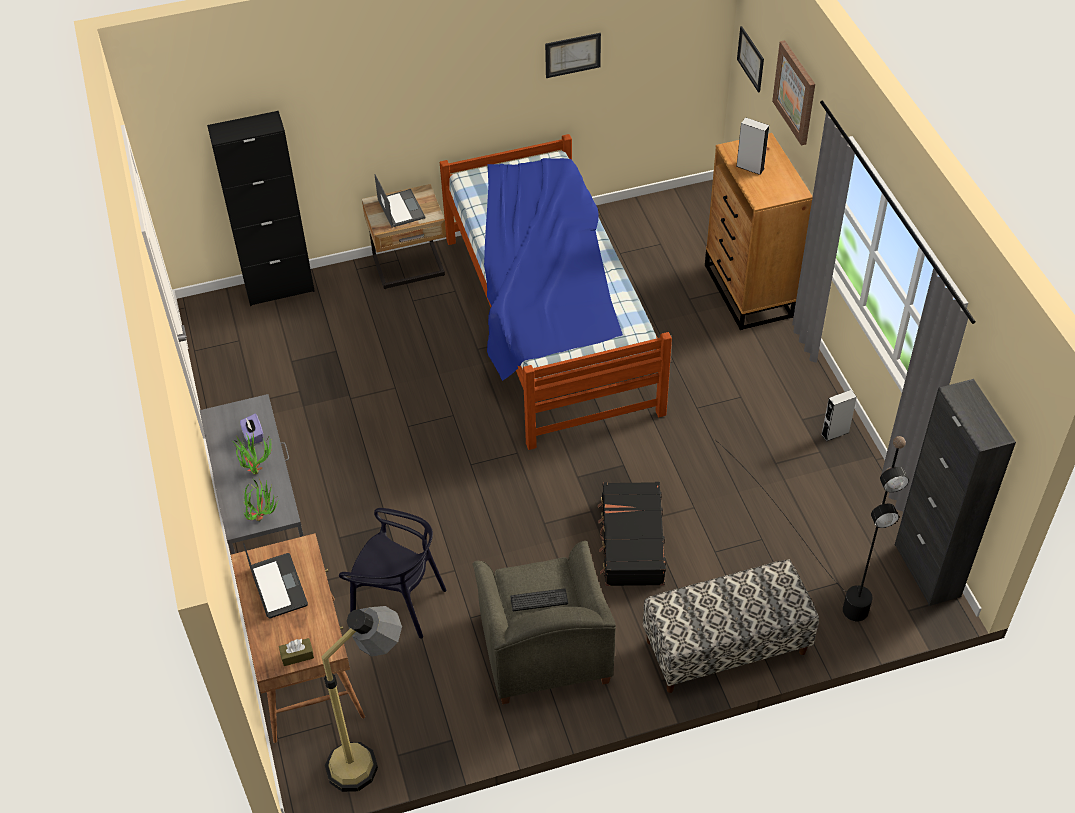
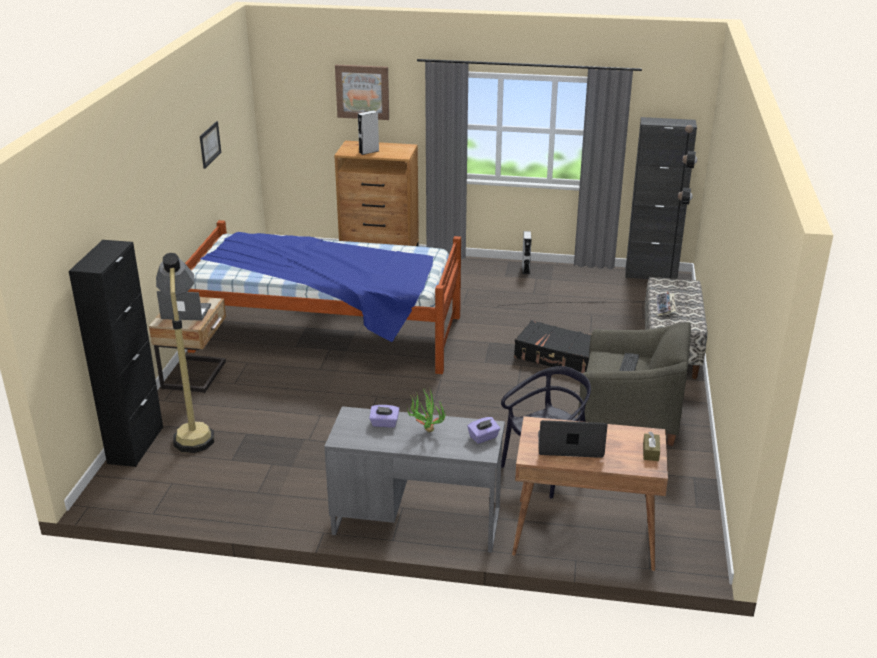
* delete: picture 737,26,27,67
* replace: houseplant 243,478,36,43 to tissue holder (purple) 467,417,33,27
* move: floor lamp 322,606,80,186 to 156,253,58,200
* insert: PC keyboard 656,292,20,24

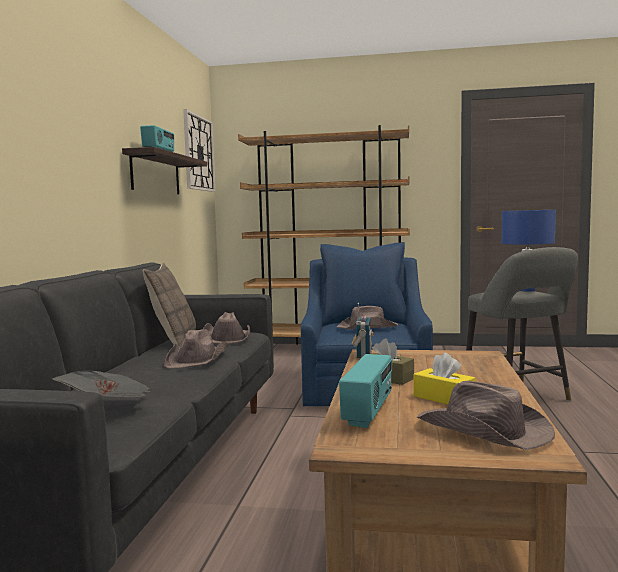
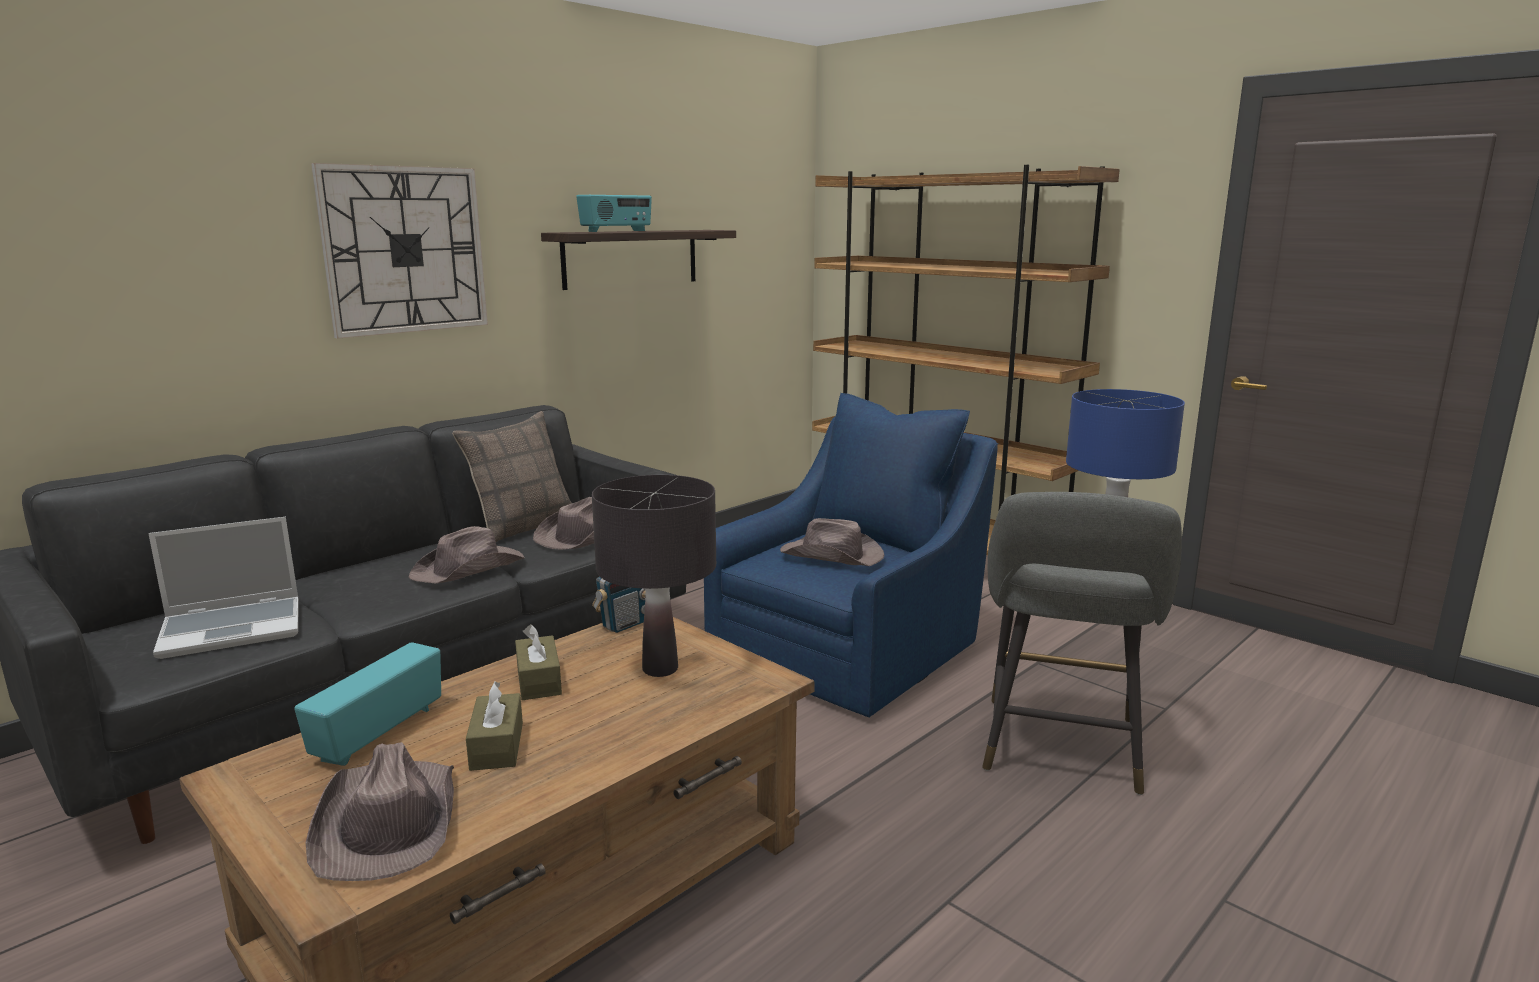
* move: wall clock 183,109,32,83 to 311,163,177,176
* recolor: tissue holder (yellow) 414,353,61,52 to tissue holder (brown) 466,681,57,90
* rotate: radio receiver 339,354,53,74 = 294,642,147,124 150 degrees clockwise
* replace: printed paper 53,371,98,26 to notebook computer 148,517,151,142
* insert: table lamp (black-coloured) 592,475,124,202

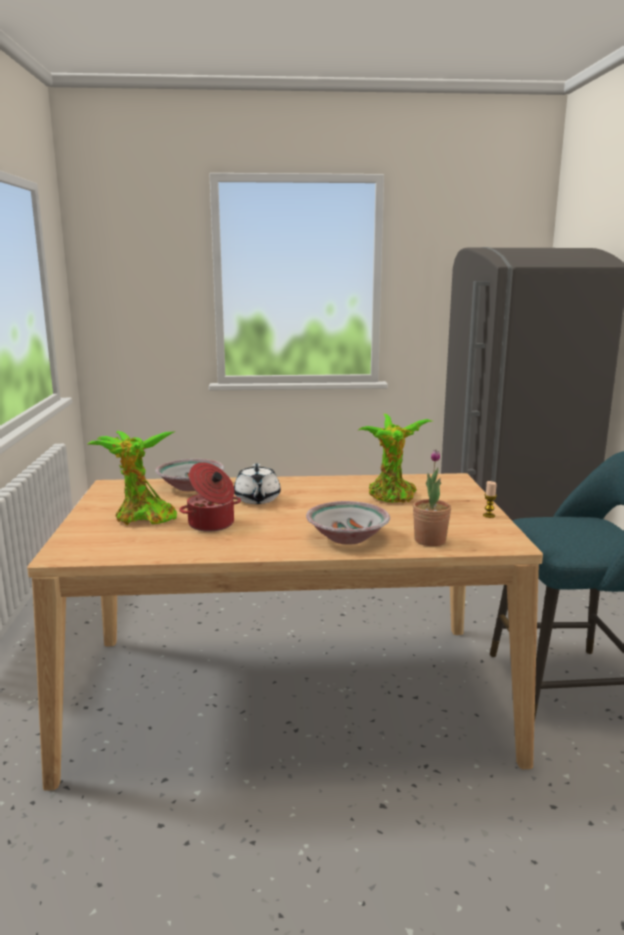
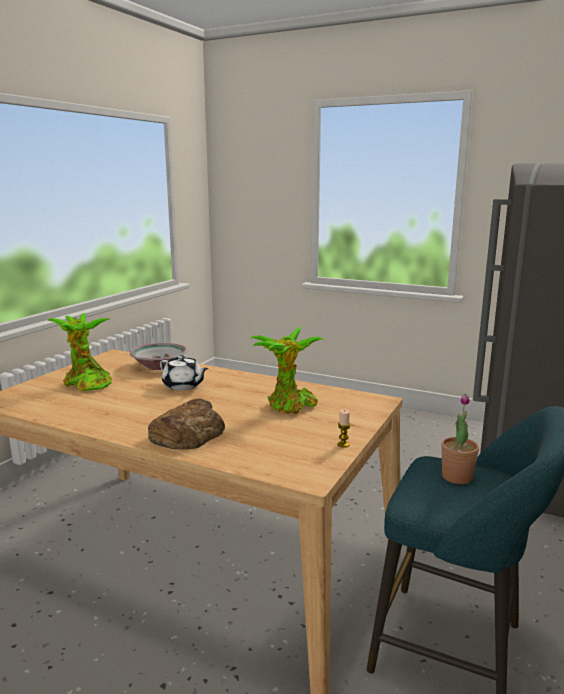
* move: houseplant 413,450,38,96 to 441,394,38,90
* delete: cooking pot 179,462,62,70
* rotate: pot for tea (white-coloured) 234,464,47,40 = 160,355,48,35 75 degrees counterclockwise
* replace: bowl 306,501,84,44 to bread 148,399,77,51

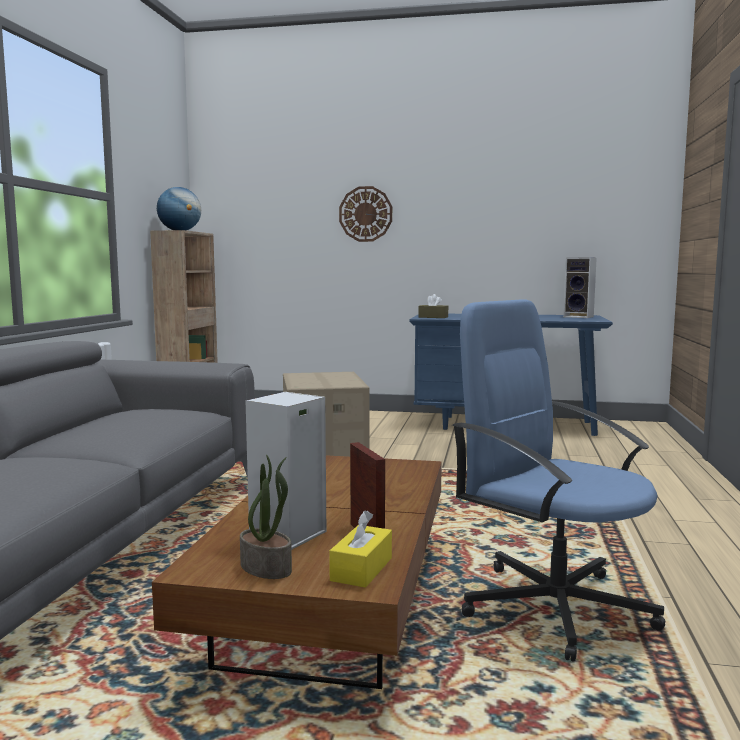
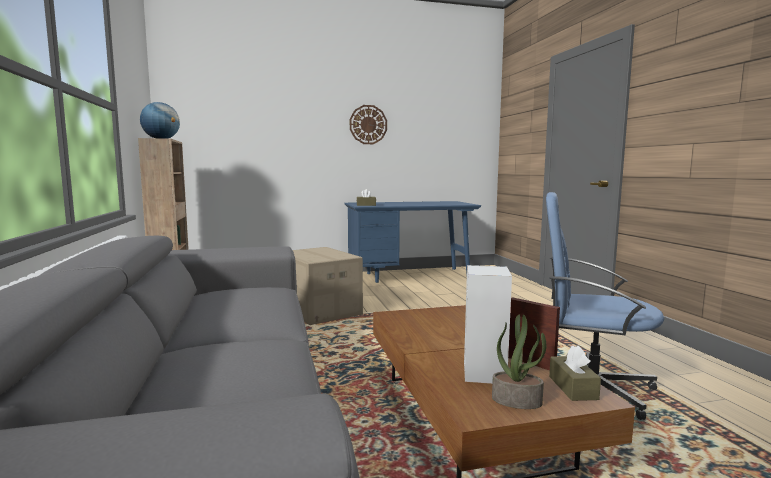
* move: wall clock 339,186,53,56 to 350,105,37,39
* delete: loudspeaker 563,257,34,61
* recolor: tissue holder (yellow) 329,510,63,78 to tissue holder (brown) 549,345,52,56

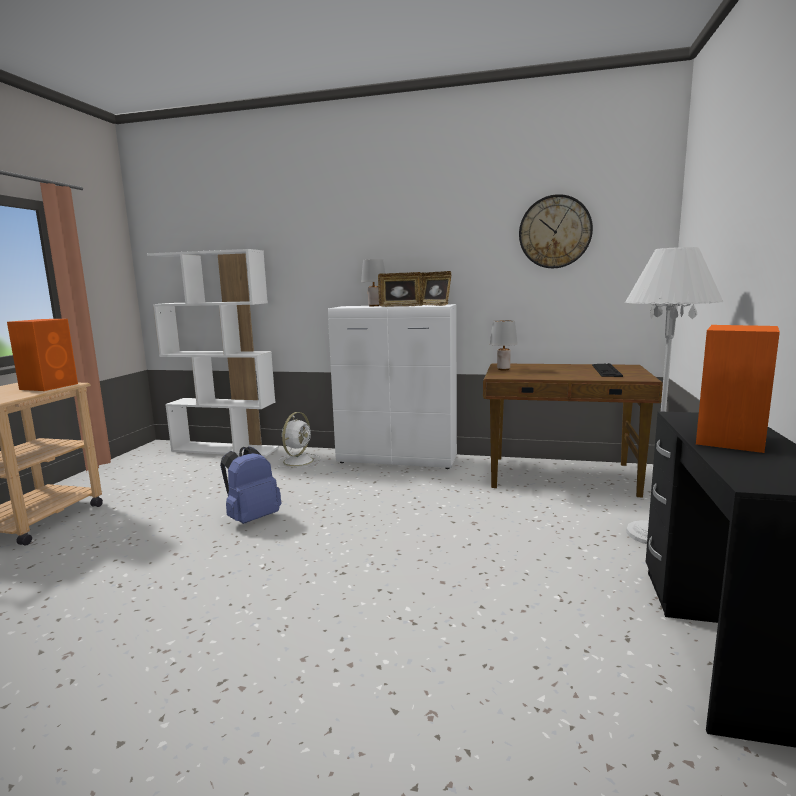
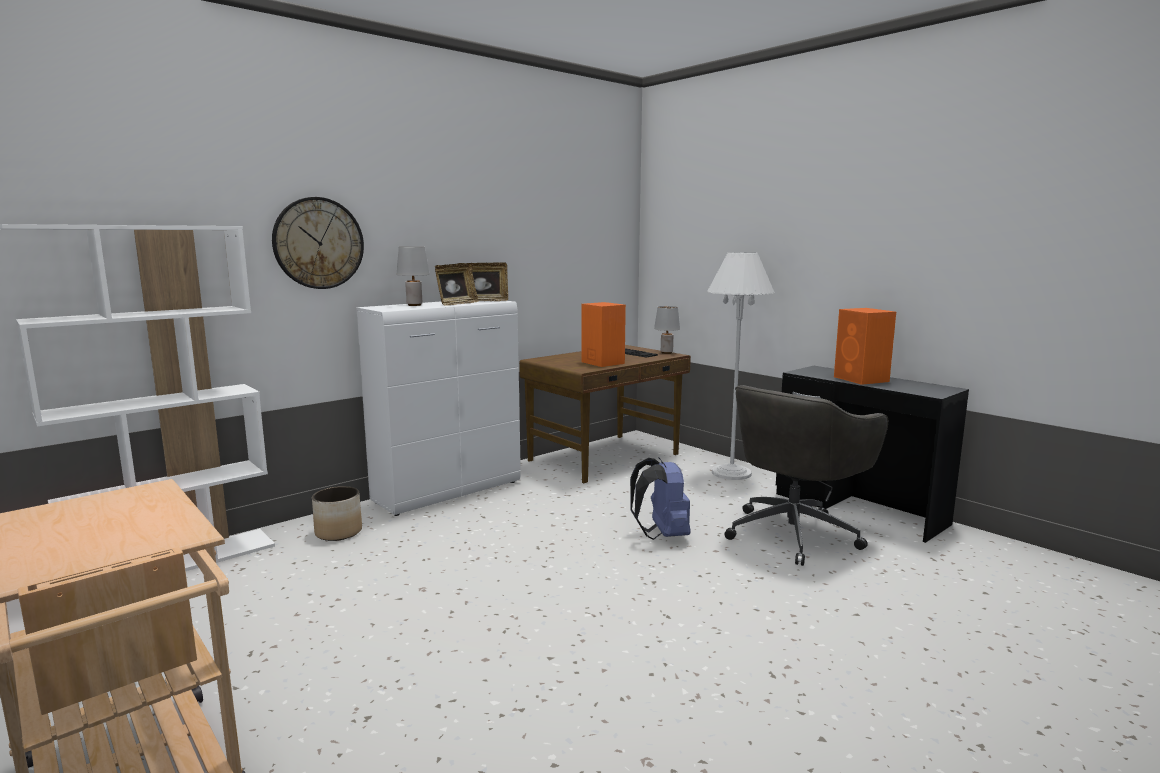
* move: wall clock 519,194,74,74 to 272,197,92,92
* move: loudspeaker (orange-coloured) 7,319,71,72 to 581,302,45,65
* move: table lamp (greyish) 490,320,28,50 to 654,306,26,48
* replace: fan (white-coloured) 278,412,43,56 to planter 312,486,50,55
* move: rucksack (blue) 220,446,62,78 to 630,458,61,82
* insert: desk chair (greyish) 724,385,164,181

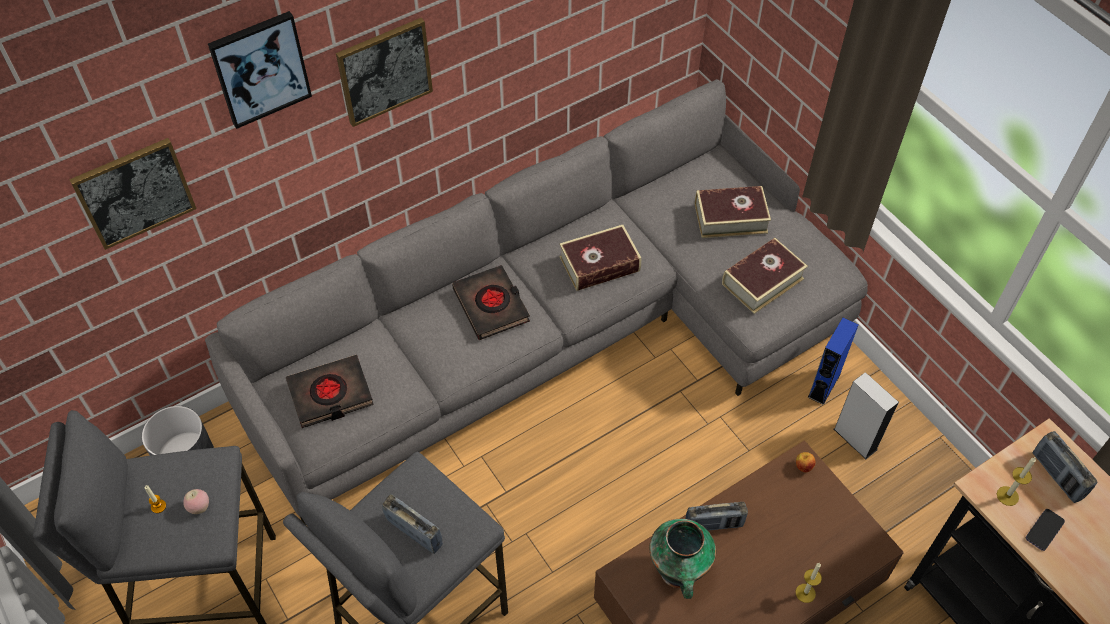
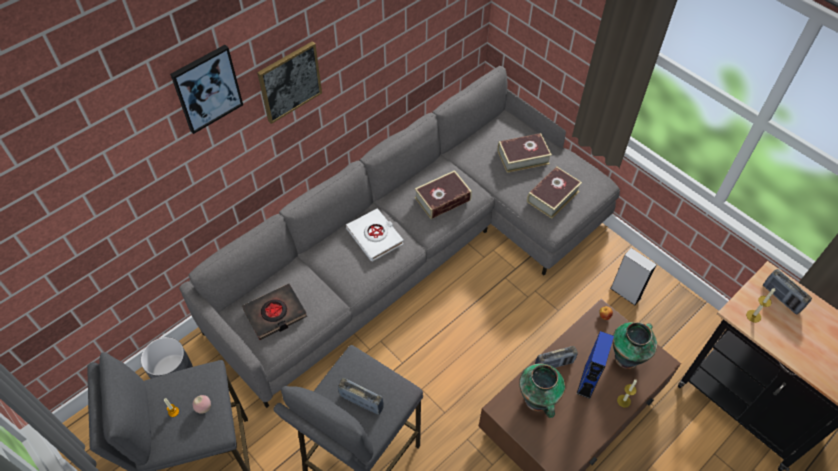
* delete: picture 69,138,128,112
* recolor: volume (black-coloured) 452,265,78,75 to volume (white-coloured) 346,208,58,53
* move: loudspeaker (blue) 808,317,51,88 to 577,331,37,68
* delete: phone 1026,509,39,42
* insert: flower vase 613,322,44,47

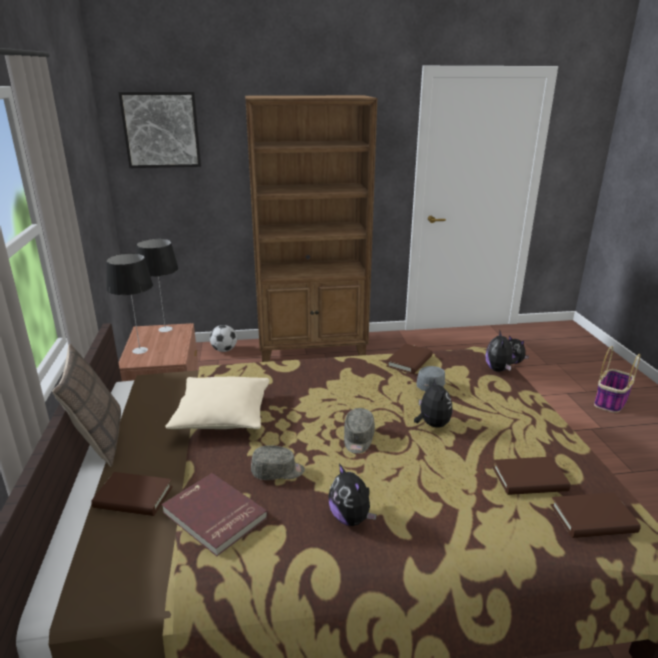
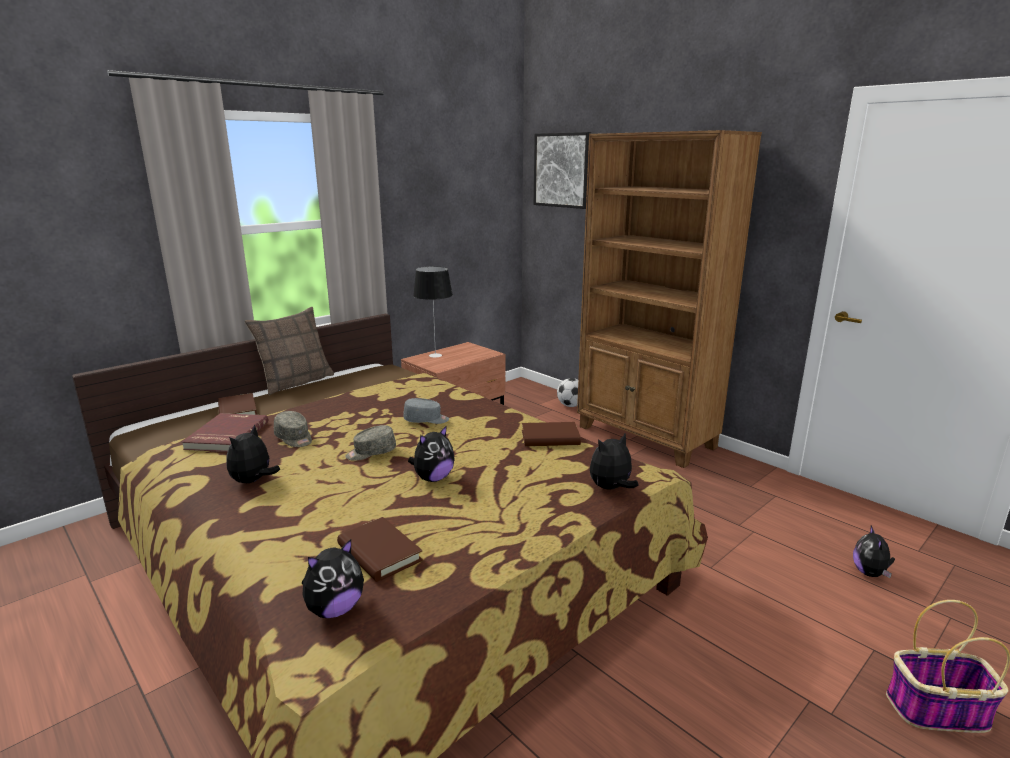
* delete: table lamp 136,239,42,93
* move: cap (greyish) 416,366,29,25 to 404,398,45,26
* delete: pillow (sand-coloured) 165,377,105,52
* replace: volume (brown) 550,492,91,46 to plush toy 302,539,62,79

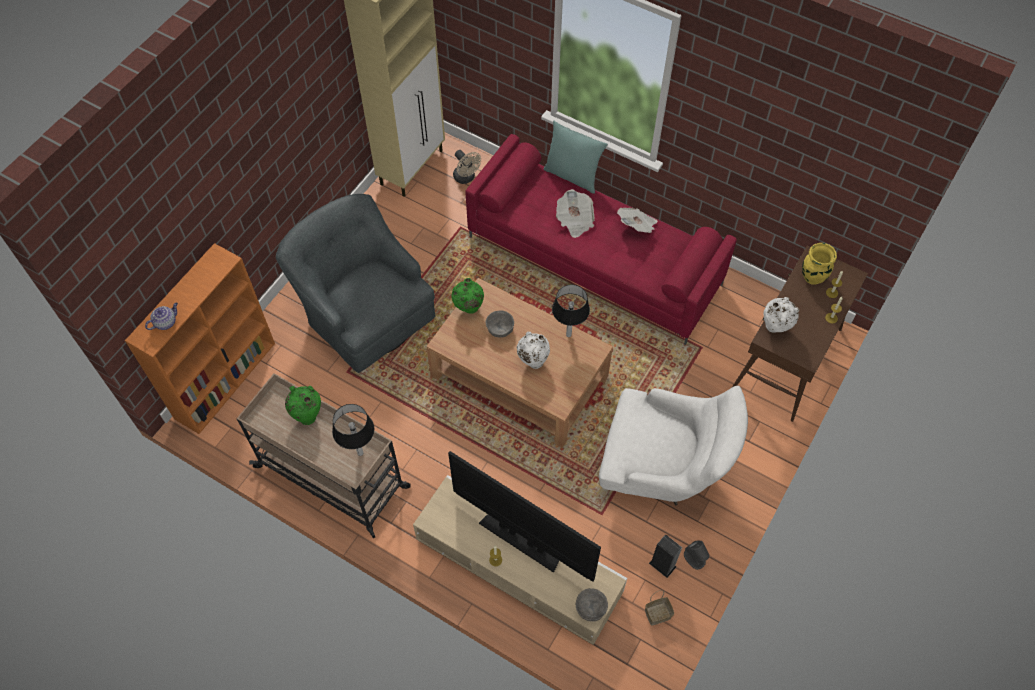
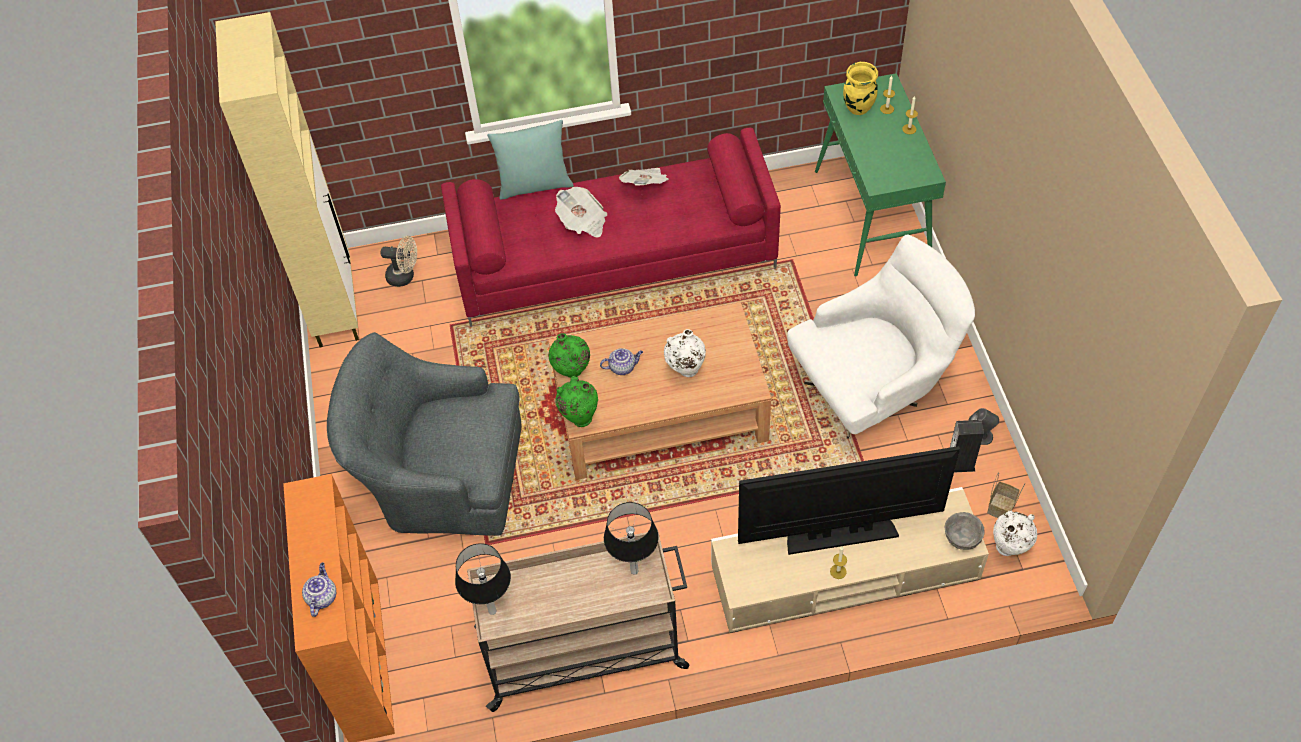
* recolor: narrow table (brown) 732,246,136,176 to narrow table (greenish) 815,73,131,203
* move: table lamp 552,285,38,52 to 455,543,56,72
* move: flower vase (white-coloured) 764,297,35,36 to 993,510,44,46
* replace: bowl (greyish) 486,310,28,28 to pot for tea 600,348,43,27
* move: flower vase (greenish) 285,386,36,39 to 555,376,43,51

